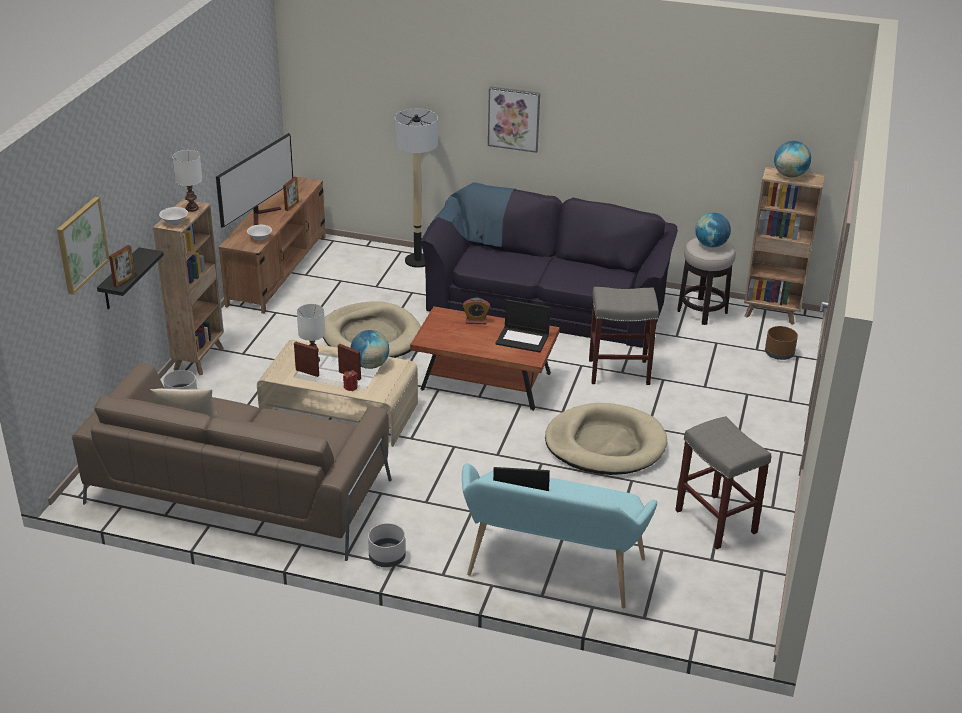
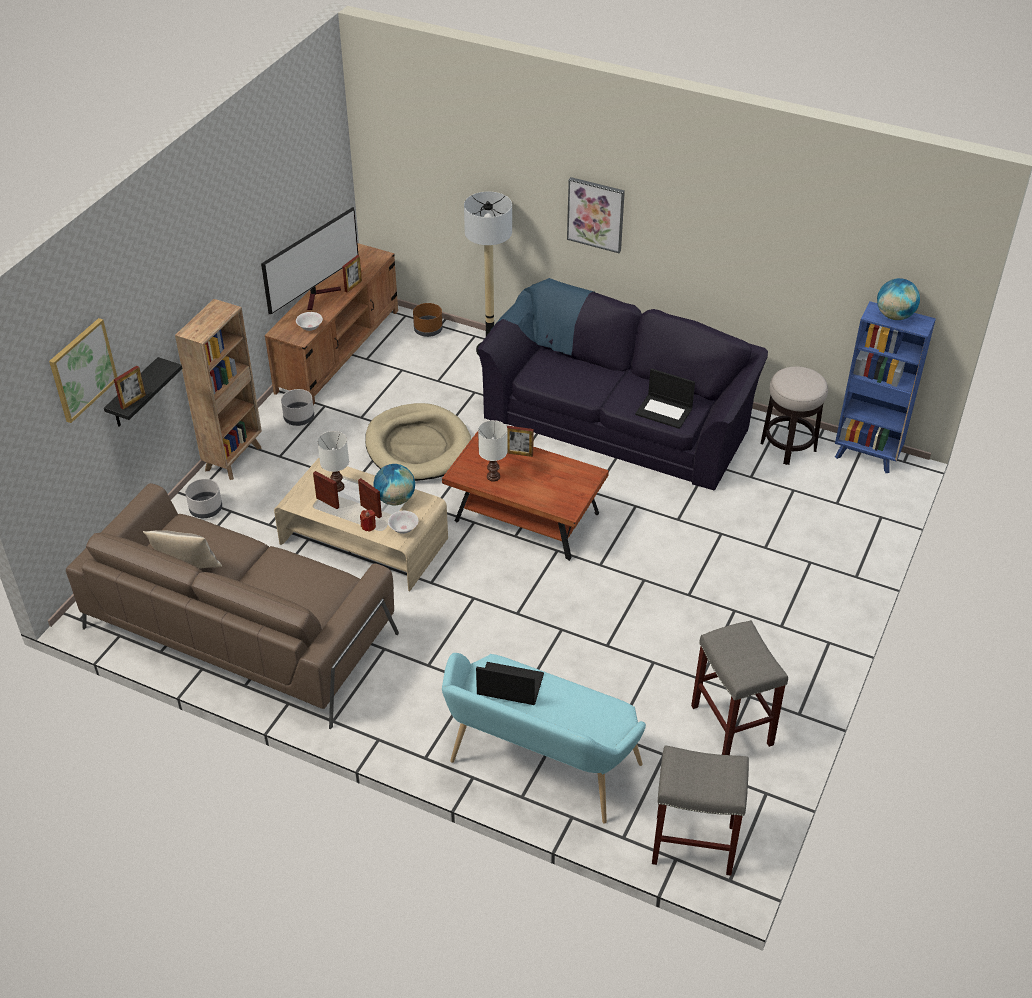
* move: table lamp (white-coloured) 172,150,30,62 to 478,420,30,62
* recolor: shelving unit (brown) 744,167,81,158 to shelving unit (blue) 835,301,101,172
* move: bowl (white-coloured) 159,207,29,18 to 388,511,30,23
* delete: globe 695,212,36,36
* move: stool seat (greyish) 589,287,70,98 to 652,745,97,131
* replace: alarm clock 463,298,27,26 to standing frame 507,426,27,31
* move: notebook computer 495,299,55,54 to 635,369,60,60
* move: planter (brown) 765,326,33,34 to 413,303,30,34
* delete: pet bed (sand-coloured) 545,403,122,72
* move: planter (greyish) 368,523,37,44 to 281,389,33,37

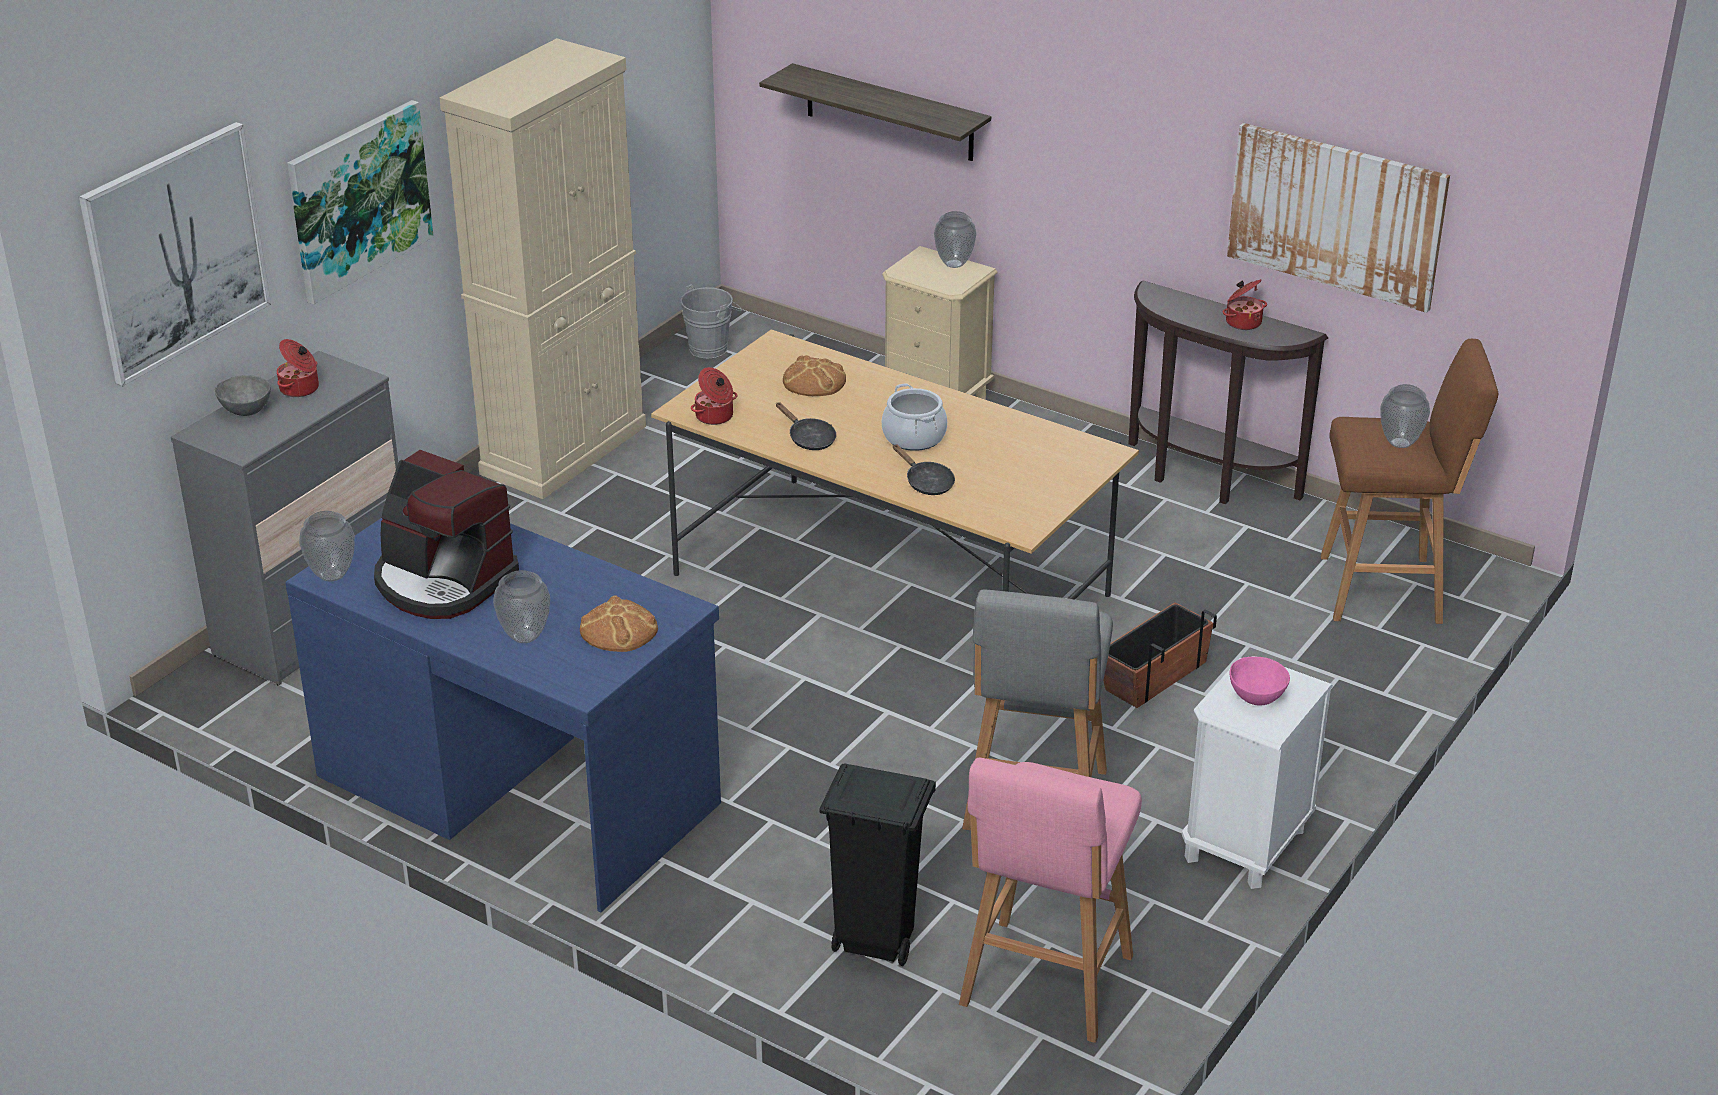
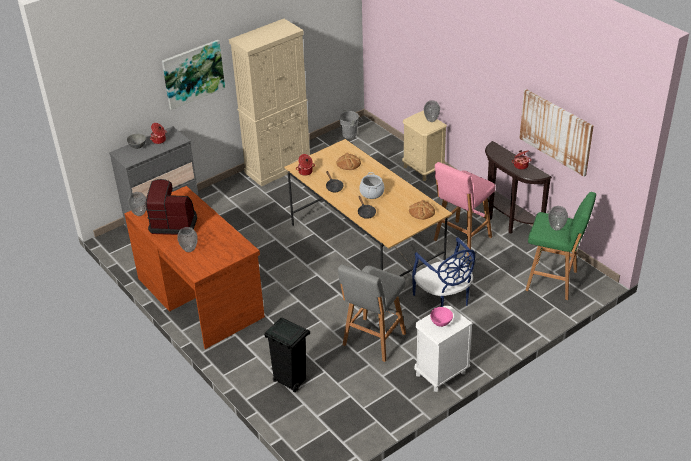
* delete: shelf 759,63,232,98
* delete: picture 79,122,192,264
* recolor: stool seat (brown) 1321,339,177,285 to stool seat (greenish) 525,192,71,108
* rotate: coffee maker 374,450,145,169 = 146,179,51,56 135 degrees clockwise
* recolor: desk table (blue) 286,518,435,395 to desk table (brown) 124,186,141,163
* move: bread 580,595,78,57 to 409,200,26,20
* replace: planter 1103,602,114,106 to chair (blue) 412,237,63,70
* move: stool seat (pink-coloured) 959,757,183,286 to 434,162,61,96

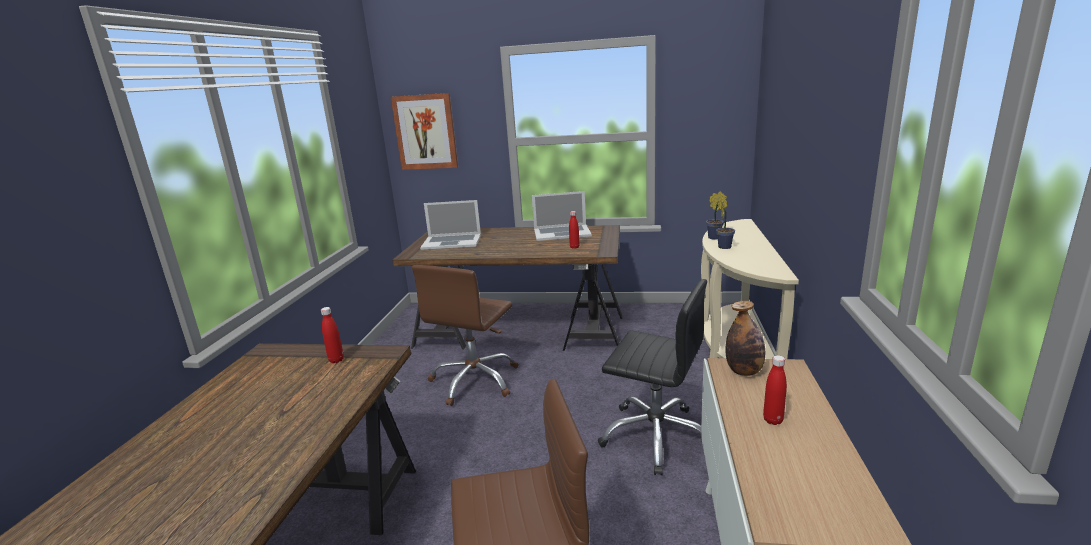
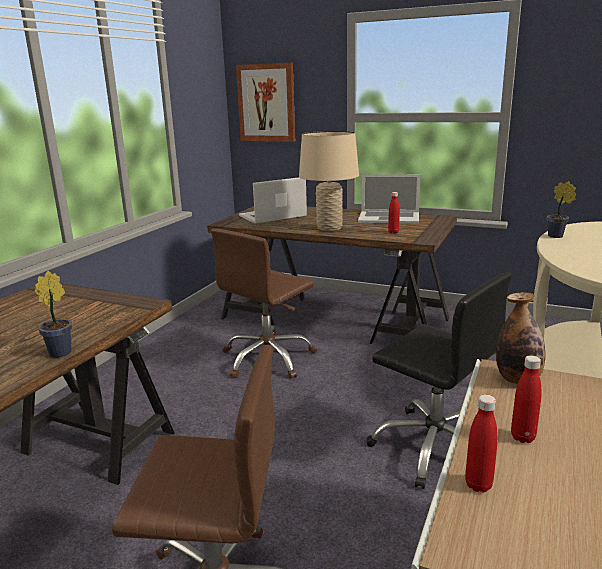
* move: houseplant 716,198,19,51 to 34,271,38,87
* rotate: notebook computer 420,200,61,50 = 239,177,68,47 135 degrees clockwise
* move: drink bottle (red) 321,307,23,56 to 465,395,33,97
* insert: table lamp (sand-coloured) 299,131,60,100

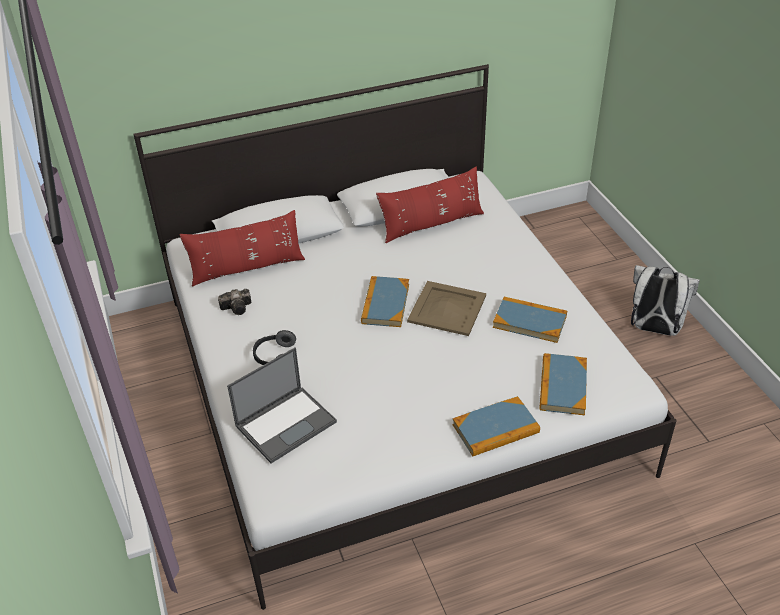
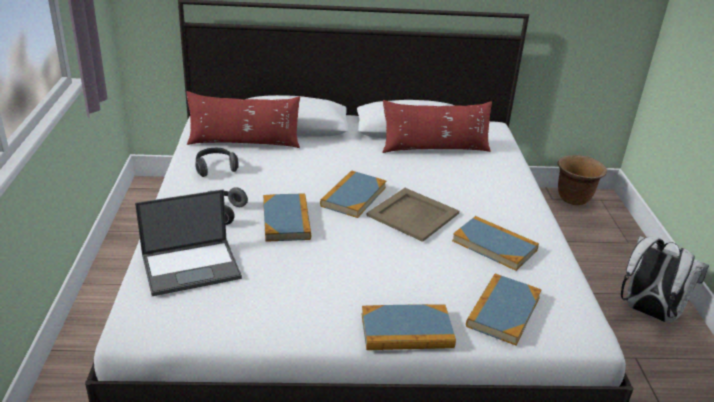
* replace: still camera 218,289,33,26 to pair of headphones 195,148,44,29
* insert: planter (brown) 558,155,49,50
* insert: volume 263,193,48,49

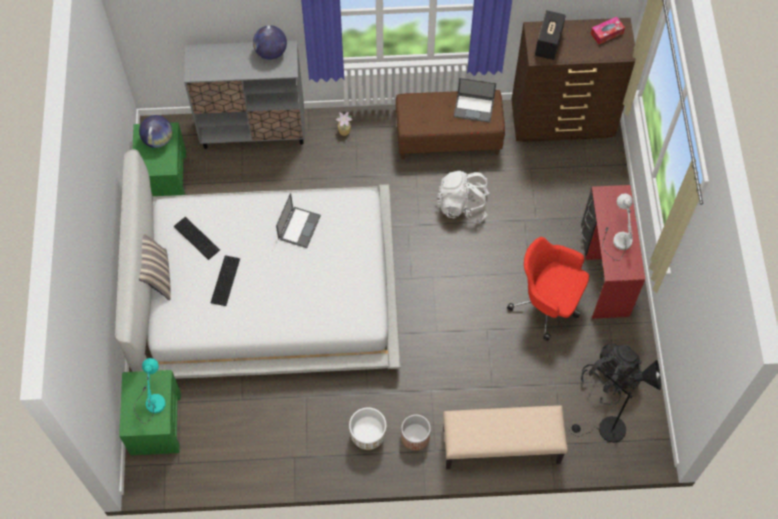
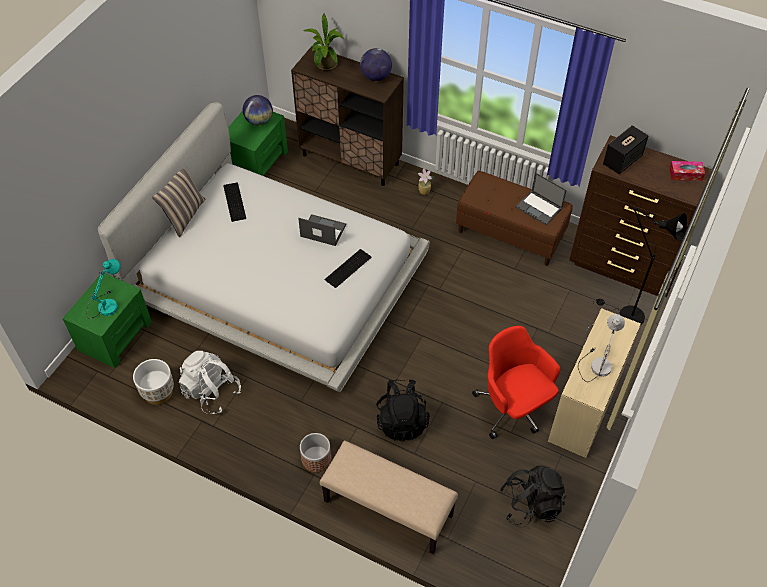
* recolor: cupboard (greyish) 184,41,121,108 to cupboard (brown) 291,46,113,140
* move: rucksack (white-coloured) 437,171,53,51 to 179,351,62,63
* recolor: desk table (red) 581,185,64,134 to desk table (sand-coloured) 548,308,93,150
* rotate: notebook computer 276,193,45,55 = 298,214,48,32 120 degrees counterclockwise
* move: PC keyboard 211,256,29,50 to 324,249,48,39
* move: floor lamp (black-coloured) 570,360,91,83 to 593,207,94,118
* move: planter (white-coloured) 349,407,37,43 to 133,359,41,46
* insert: houseplant 303,14,41,57
* insert: rucksack (black-coloured) 376,379,54,62

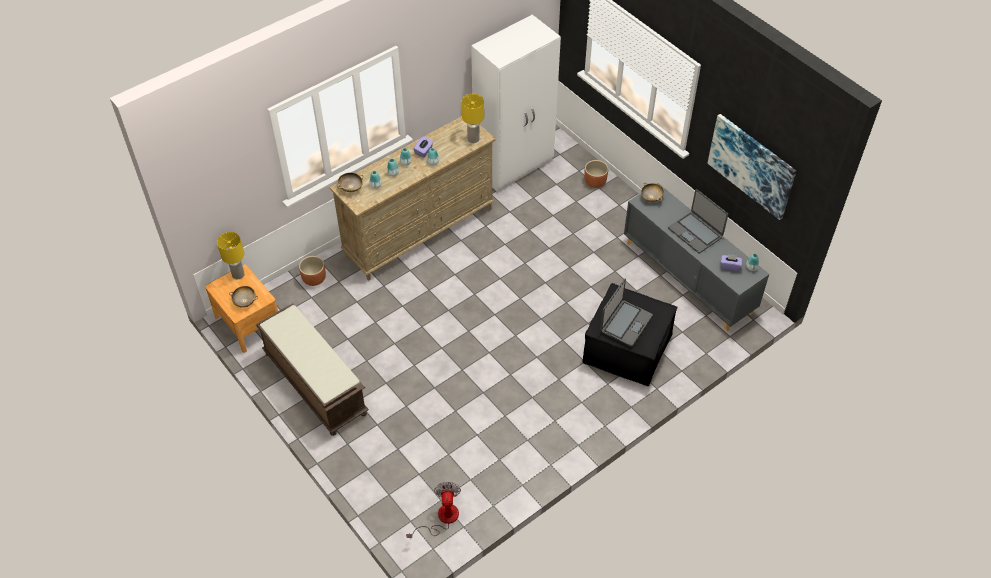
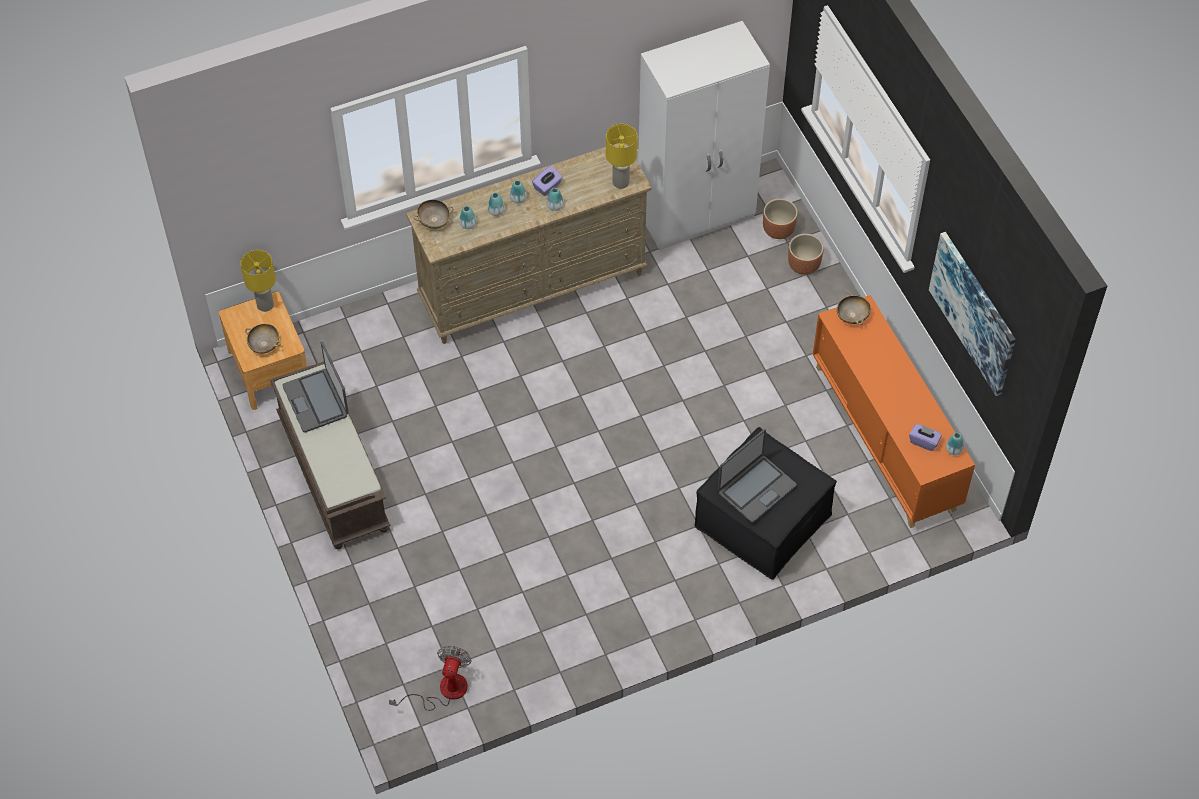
* recolor: cupboard (greyish) 624,183,145,149 to cupboard (orange-coloured) 813,295,162,233
* move: notebook computer 668,189,60,64 to 282,342,67,91
* move: planter (brown) 299,256,27,30 to 763,198,35,41

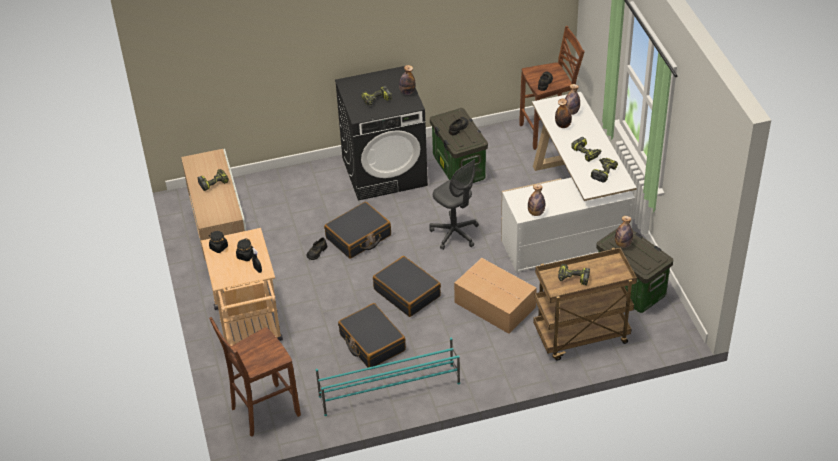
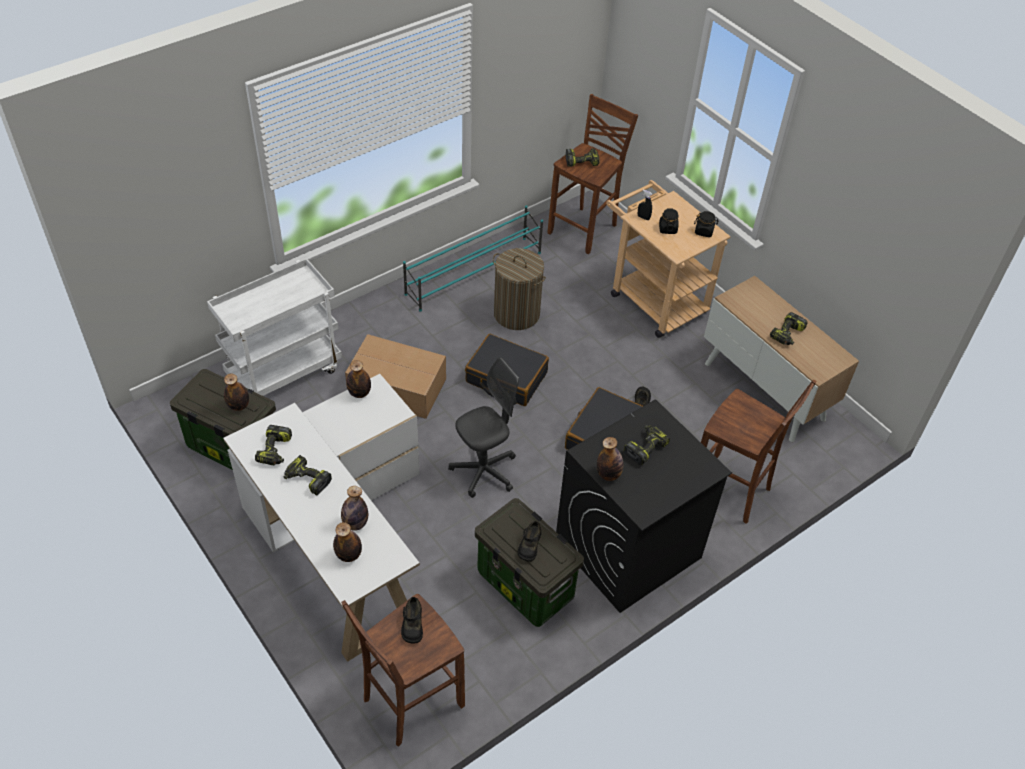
* rotate: desk chair (greyish) 429,159,50,91 = 448,357,71,141 120 degrees clockwise
* recolor: trolley (brown) 533,247,104,114 to trolley (white-coloured) 207,258,135,138
* move: power drill 558,264,32,21 to 565,148,35,19
* replace: piece of luggage (black-coloured) 338,303,68,64 to laundry basket 493,248,53,82
* insert: stool seat (brown) 701,380,115,144

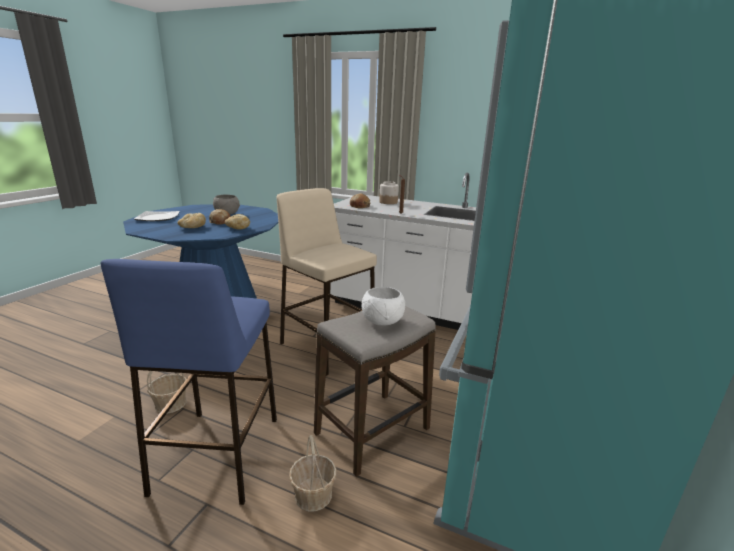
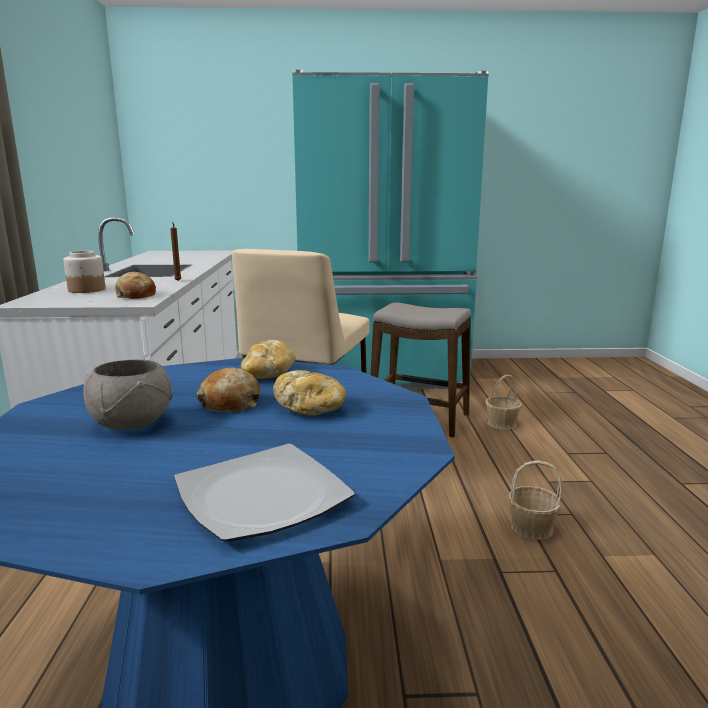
* delete: stool seat (blue) 101,259,176,246
* delete: bowl (white-coloured) 361,287,44,39

